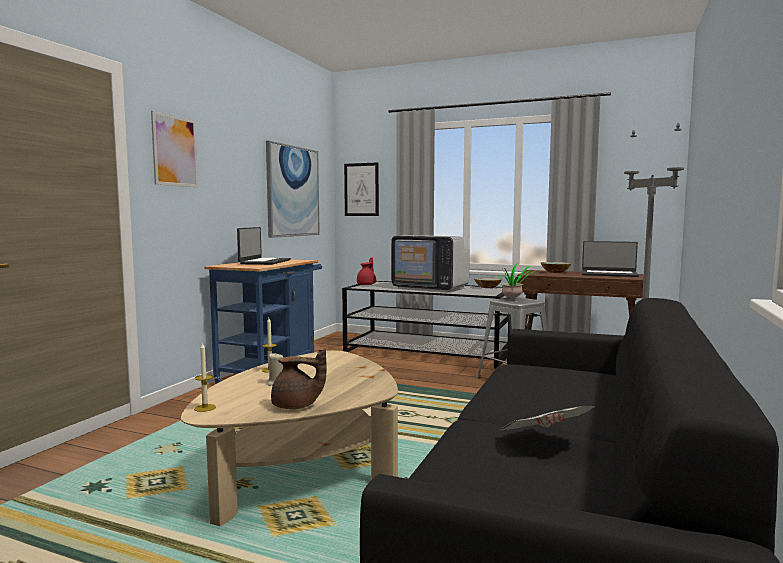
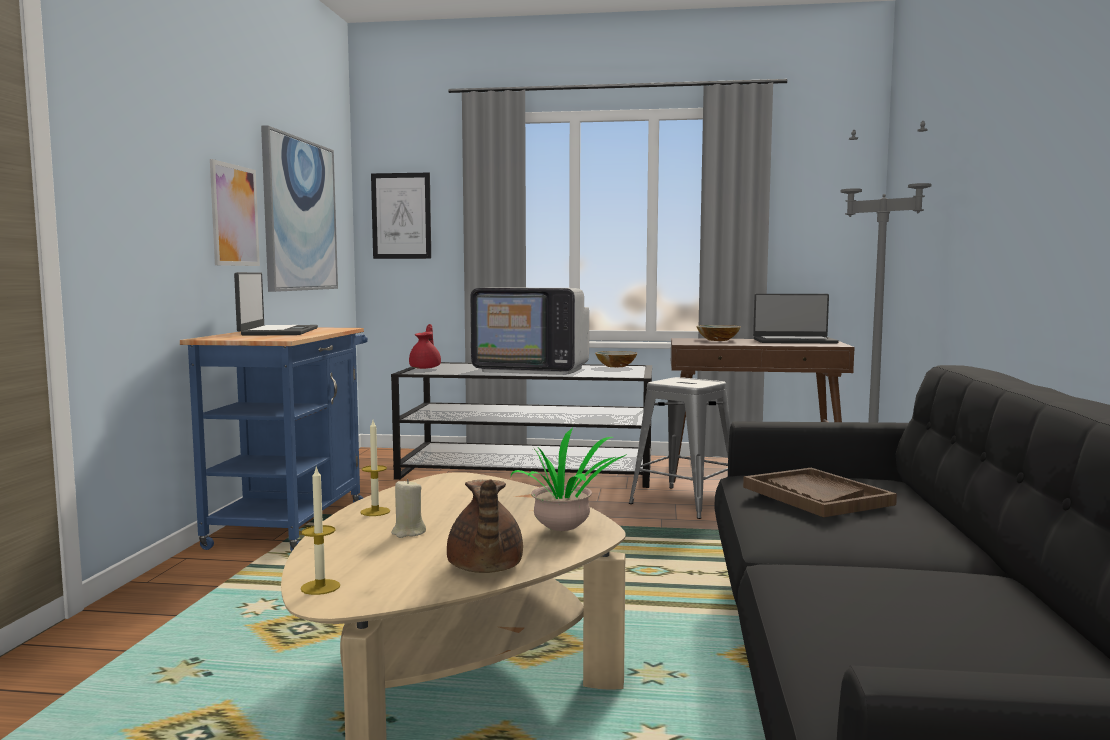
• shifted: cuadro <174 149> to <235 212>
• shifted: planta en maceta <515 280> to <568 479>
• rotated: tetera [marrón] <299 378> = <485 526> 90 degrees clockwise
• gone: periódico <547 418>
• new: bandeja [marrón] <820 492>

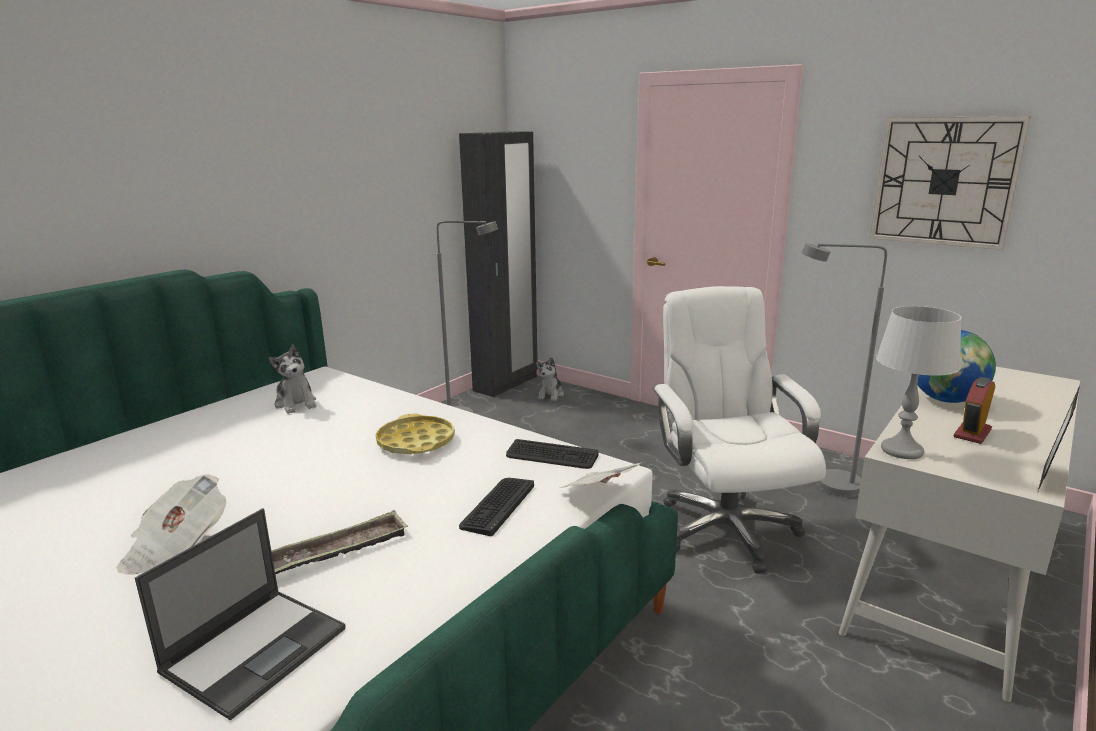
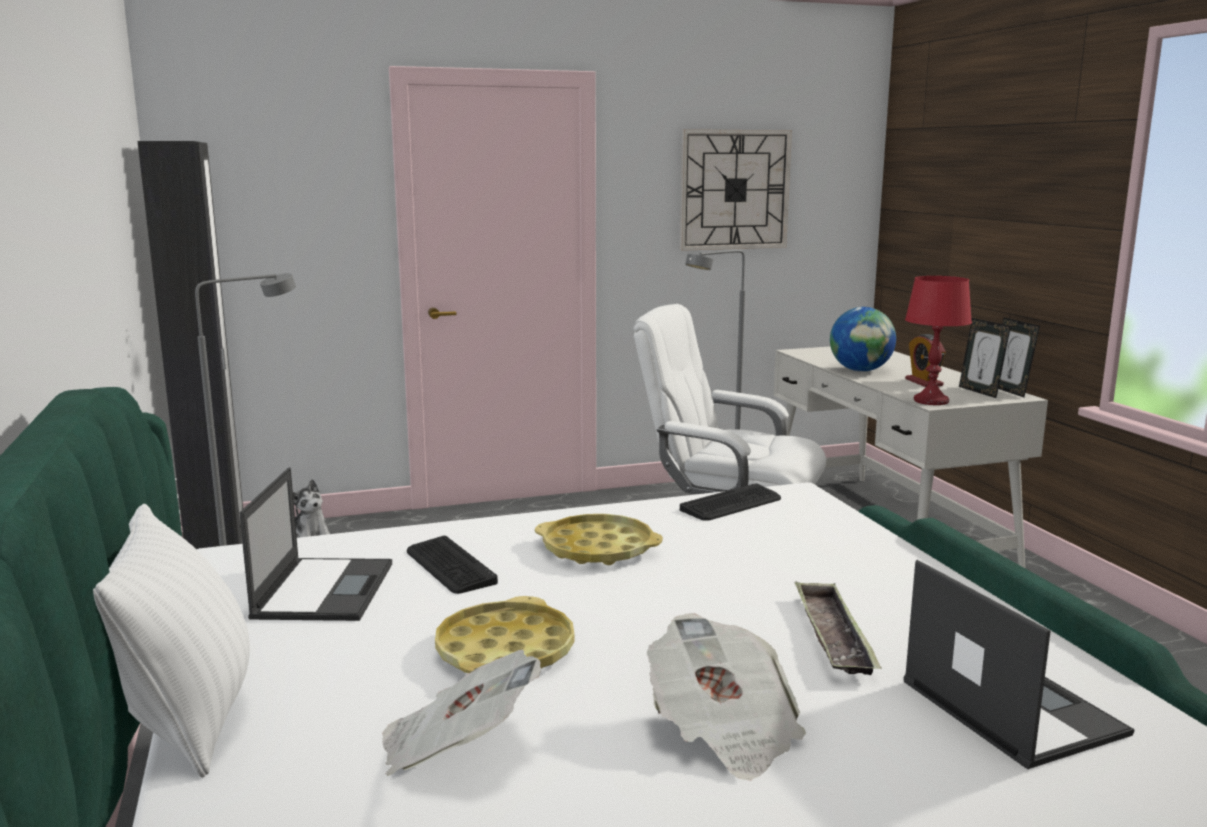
• repainted: lámpara de mesa [gris] <919 382> to lámpara de mesa [rojo] <938 340>
• swapped: peluche <293 379> to portátil <315 544>
• shifted: periódico <601 475> to <461 713>
• shifted: teclado <496 507> to <452 565>
• new: portarretratos <985 358>
• new: cojín [blanco] <171 641>
• new: bandeja [amarillo] <505 634>

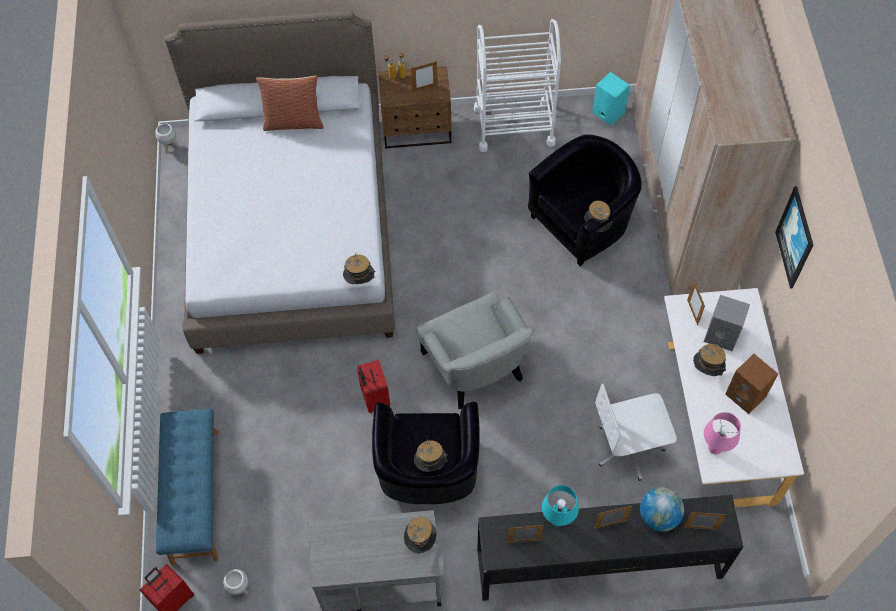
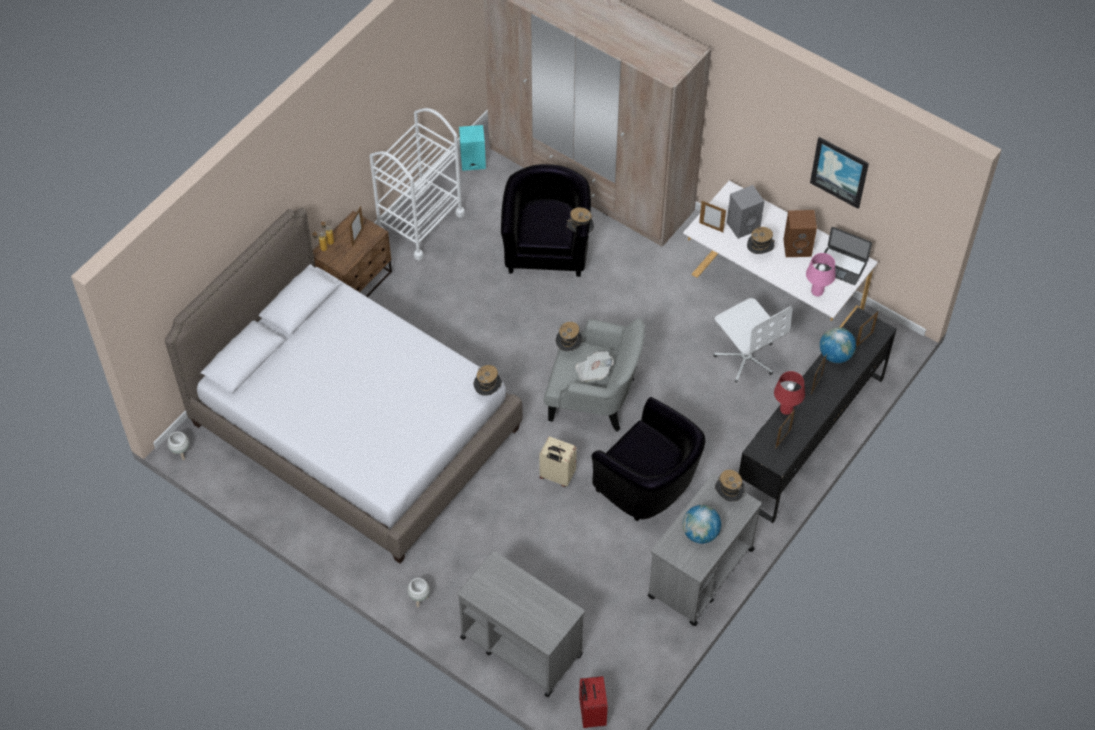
• gone: cojín <290 103>
• shifted: cuadro <794 237> to <839 173>
• repainted: maleta [rojo] <373 386> to maleta [beis] <558 462>
• rotated: silla de oficina [blanco] <636 432> = <753 340> 60 degrees counterclockwise
• swapped: banco [azul] <187 487> to carrito [gris] <521 624>
• shifted: sombrero <431 455> to <569 336>
• repainted: lámpara de mesa [turquesa] <560 506> to lámpara de mesa [rojo] <789 393>
• shifted: maceta [blanco] <235 582> to <418 592>
• new: portátil <844 256>
• new: periódico <594 366>
• new: globo terráqueo <702 524>

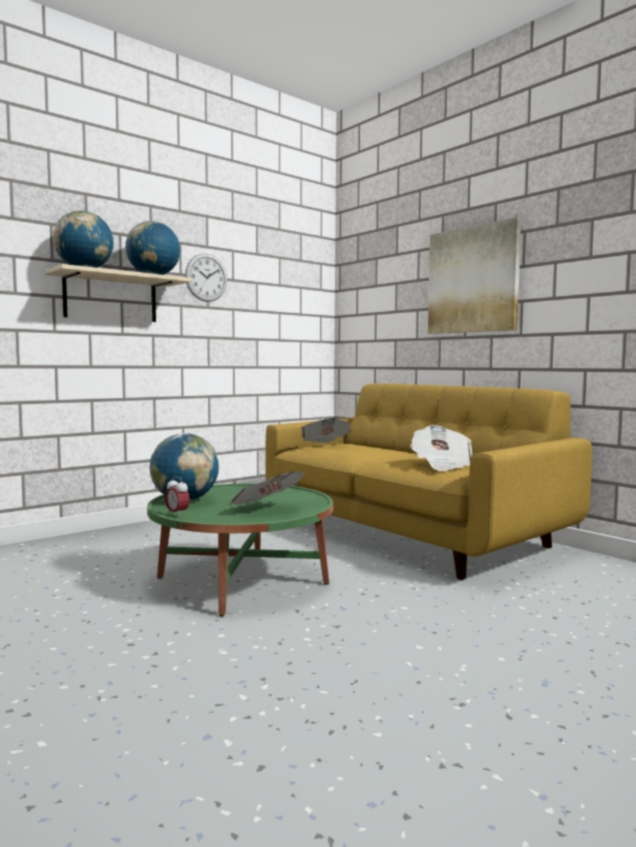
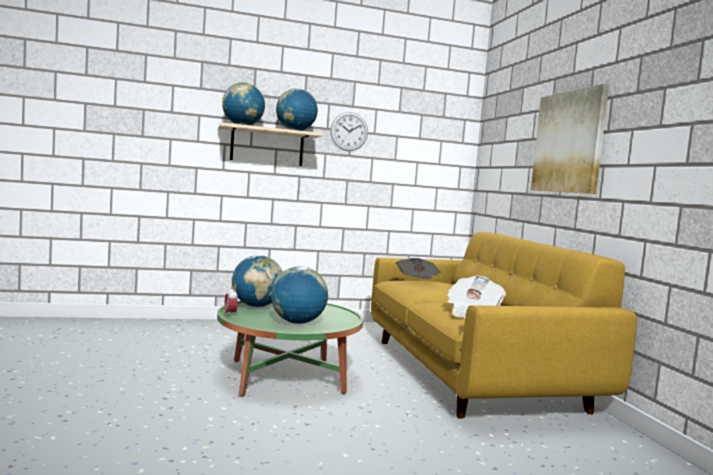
• swapped: periódico <266 488> to globo terráqueo <299 295>

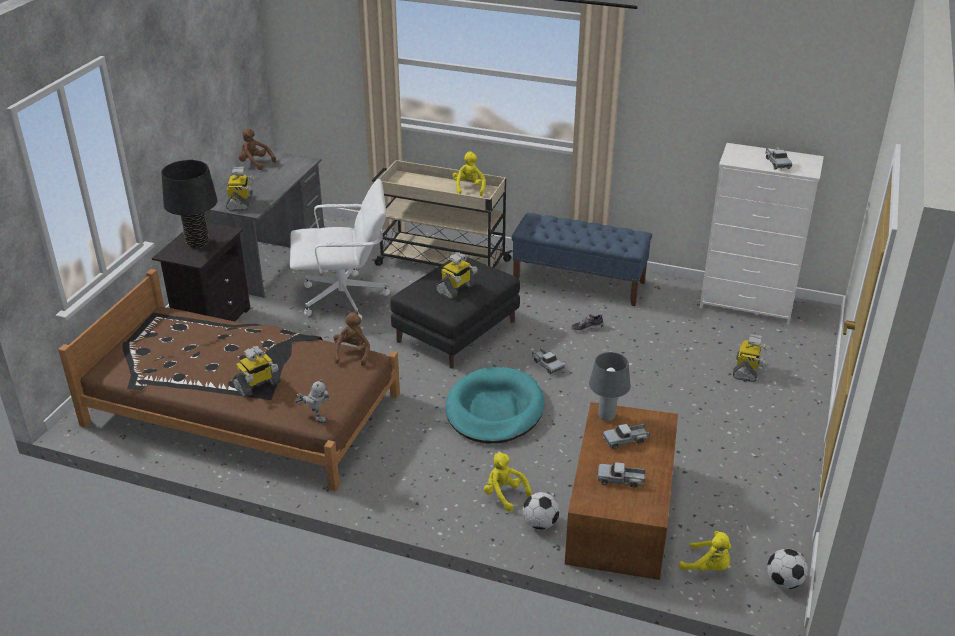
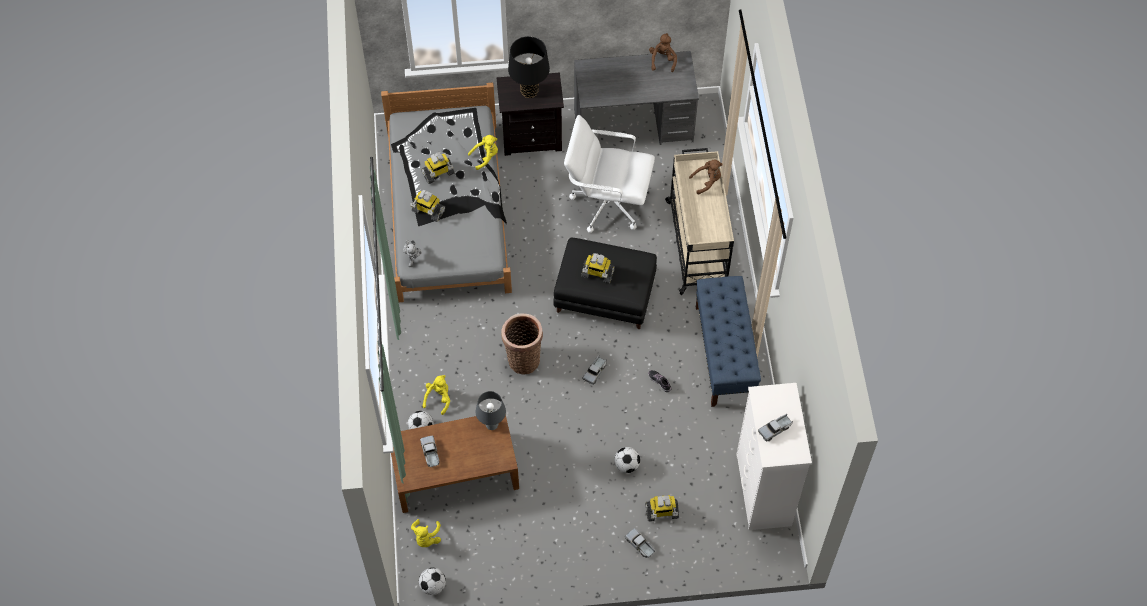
• shifted: peluche [amarillo] <469 173> to <483 152>
• shifted: robot de juguete <240 189> to <438 168>
• rotated: silla de oficina [blanco] <340 249> = <609 174> 135 degrees clockwise
• repainted: cama [marrón] <229 380> to cama [gris] <446 192>
• shifted: peluche [marrón] <351 339> to <705 176>
• swapped: cama para perro [turquesa] <495 405> to cesta <522 343>
• shifted: camión de juguete <626 436> to <640 543>
• new: balón de fútbol <627 460>

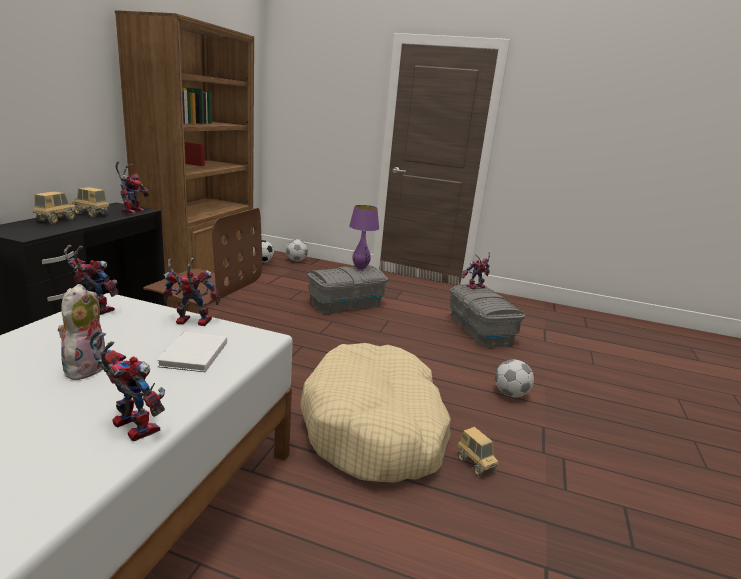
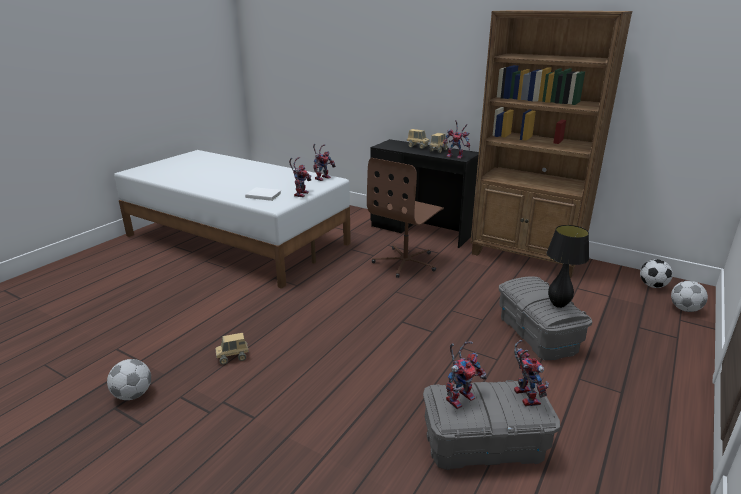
• repainted: lámpara de mesa [morado] <364 237> to lámpara de mesa [negro] <568 266>
• gone: peluche <81 332>
• shifted: robot de juguete <128 387> to <466 375>
• gone: cama para perro [beis] <375 413>
• shifted: balón de fútbol <514 378> to <129 379>

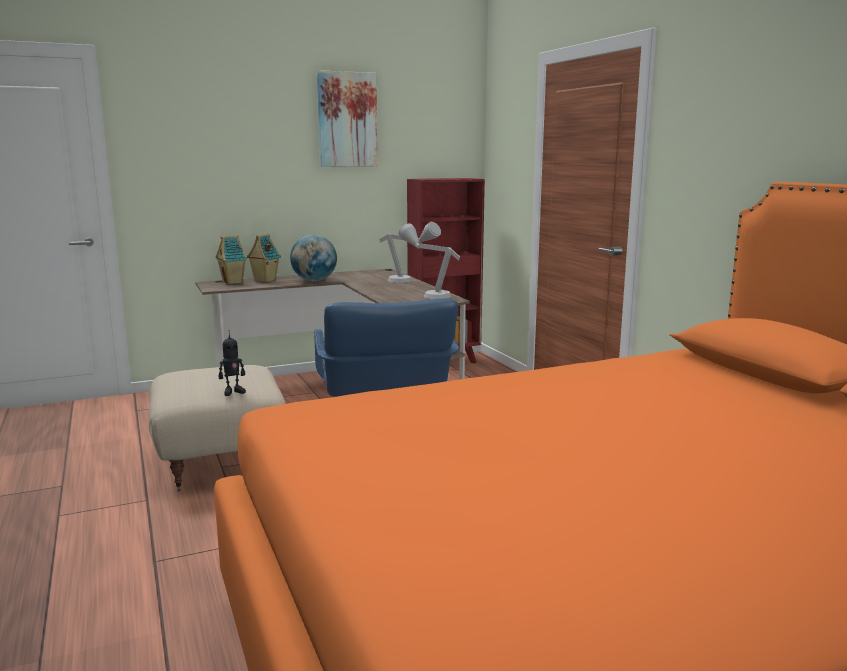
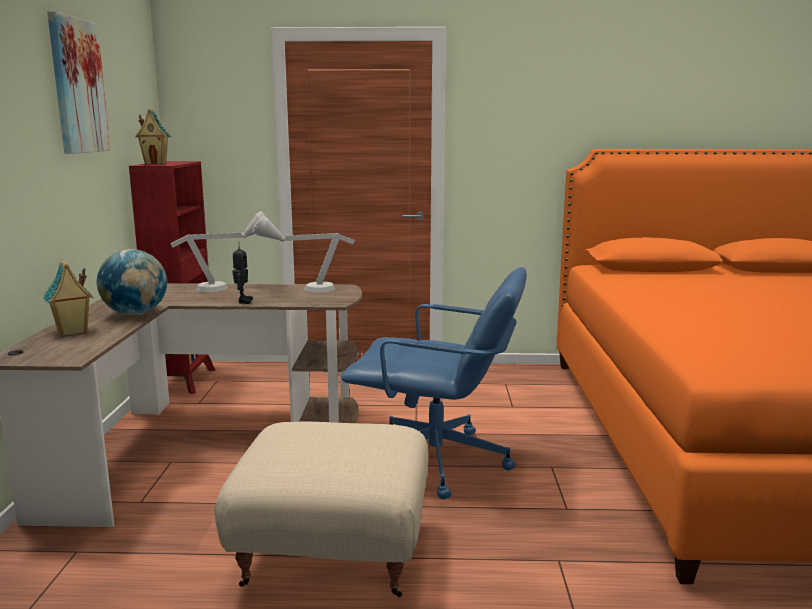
• shifted: casita <231 259> to <153 137>
• shifted: robot de juguete <232 363> to <242 275>

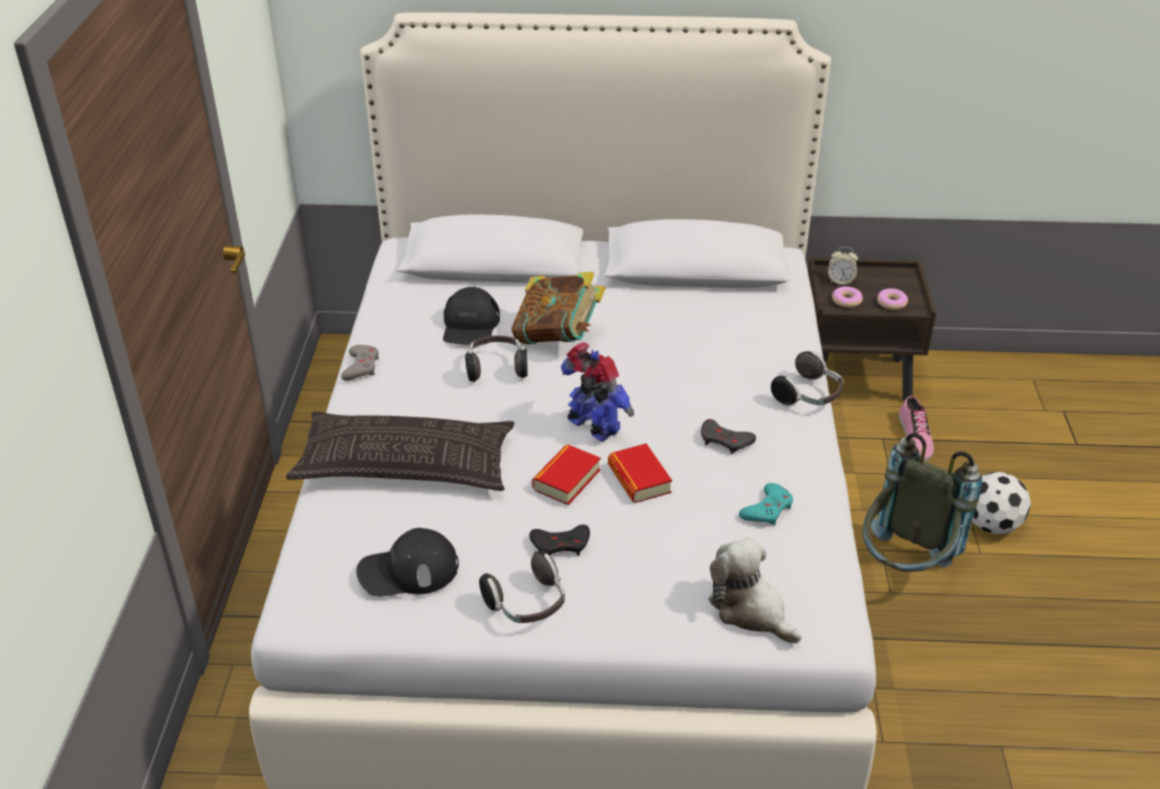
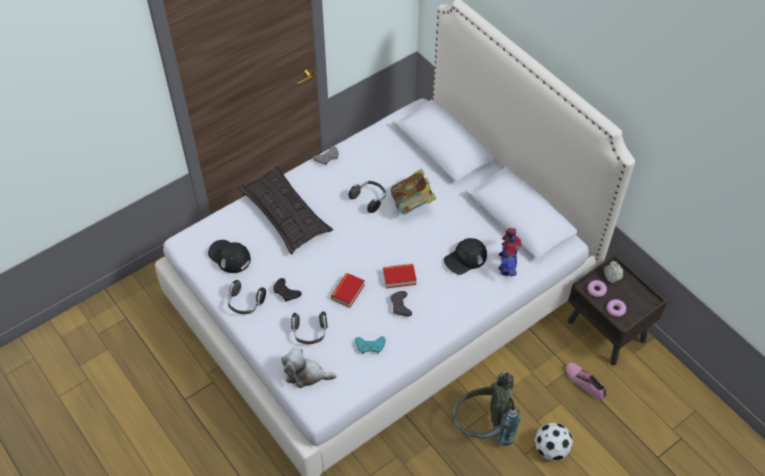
• shifted: gorra [negro] <471 316> to <465 256>
• shifted: robot de juguete <597 392> to <510 252>
• shifted: auriculares <807 378> to <309 327>
• rotated: zapato <916 428> = <586 381> 90 degrees clockwise
• shifted: libro <566 474> to <400 276>
• rotated: peluche <755 590> = <309 368> 90 degrees counterclockwise

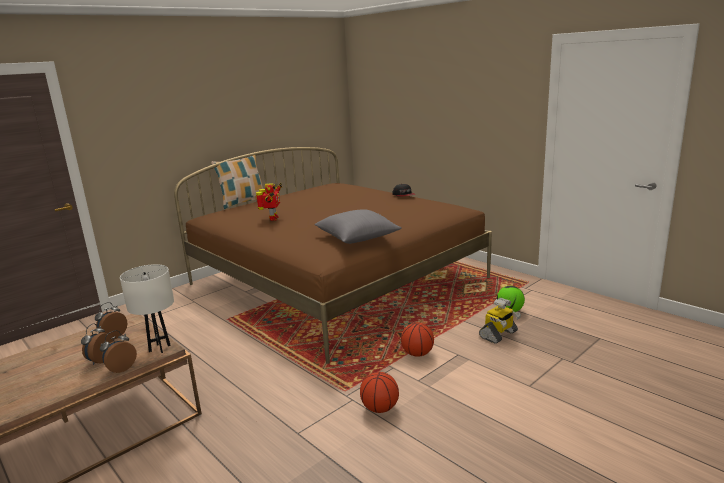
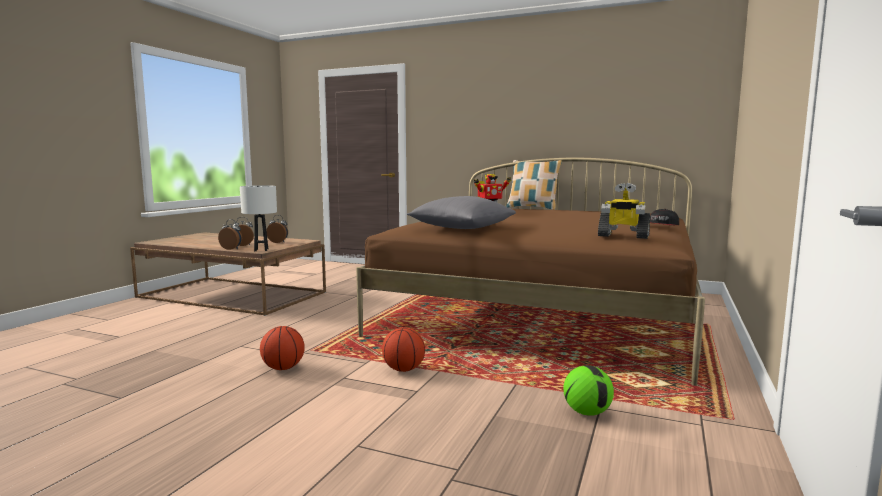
• shifted: robot de juguete <500 321> to <624 211>

